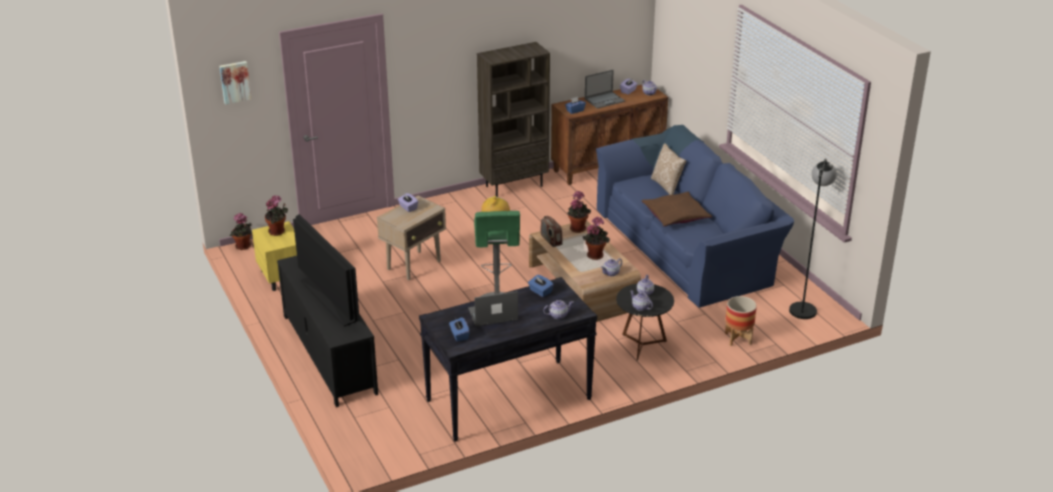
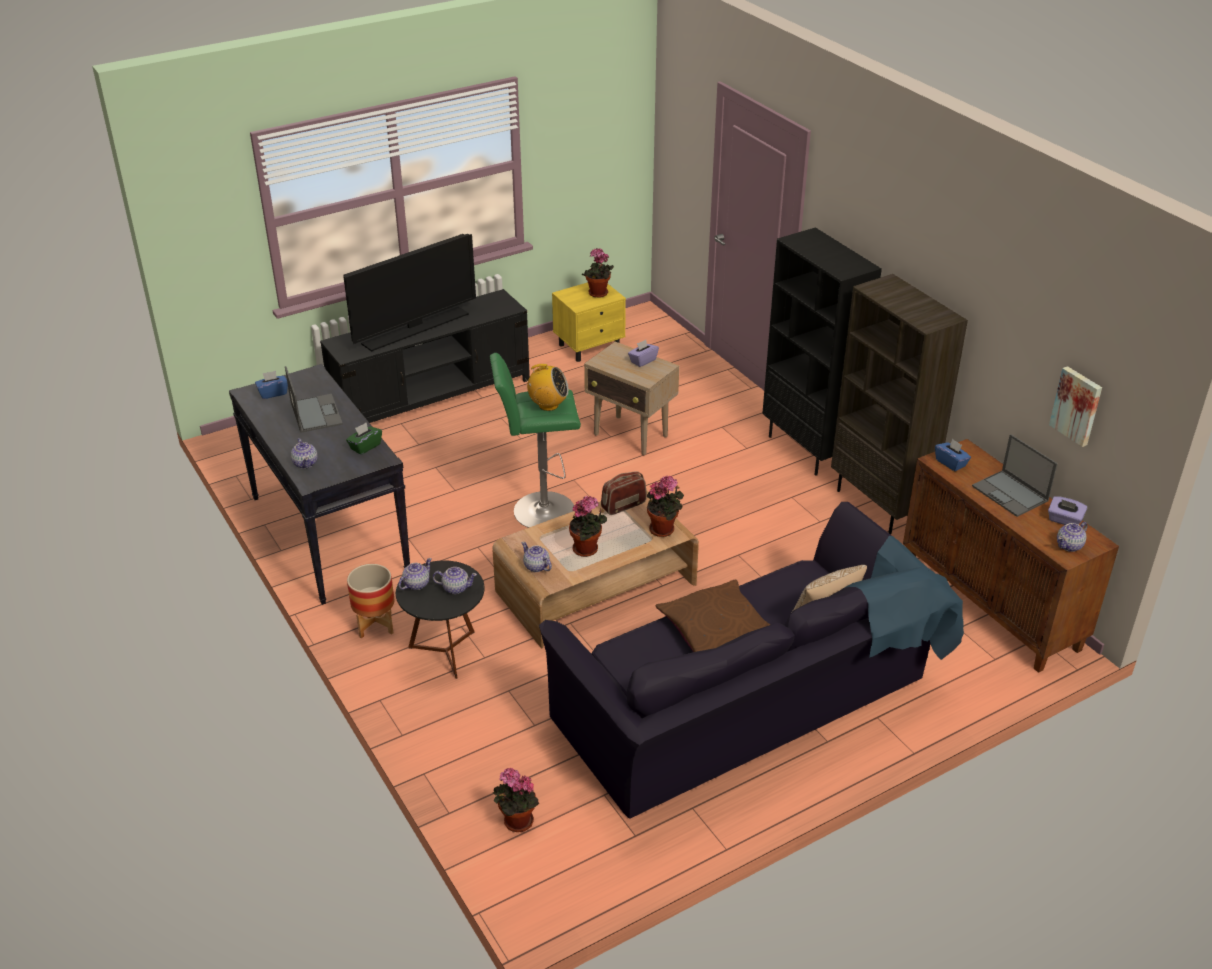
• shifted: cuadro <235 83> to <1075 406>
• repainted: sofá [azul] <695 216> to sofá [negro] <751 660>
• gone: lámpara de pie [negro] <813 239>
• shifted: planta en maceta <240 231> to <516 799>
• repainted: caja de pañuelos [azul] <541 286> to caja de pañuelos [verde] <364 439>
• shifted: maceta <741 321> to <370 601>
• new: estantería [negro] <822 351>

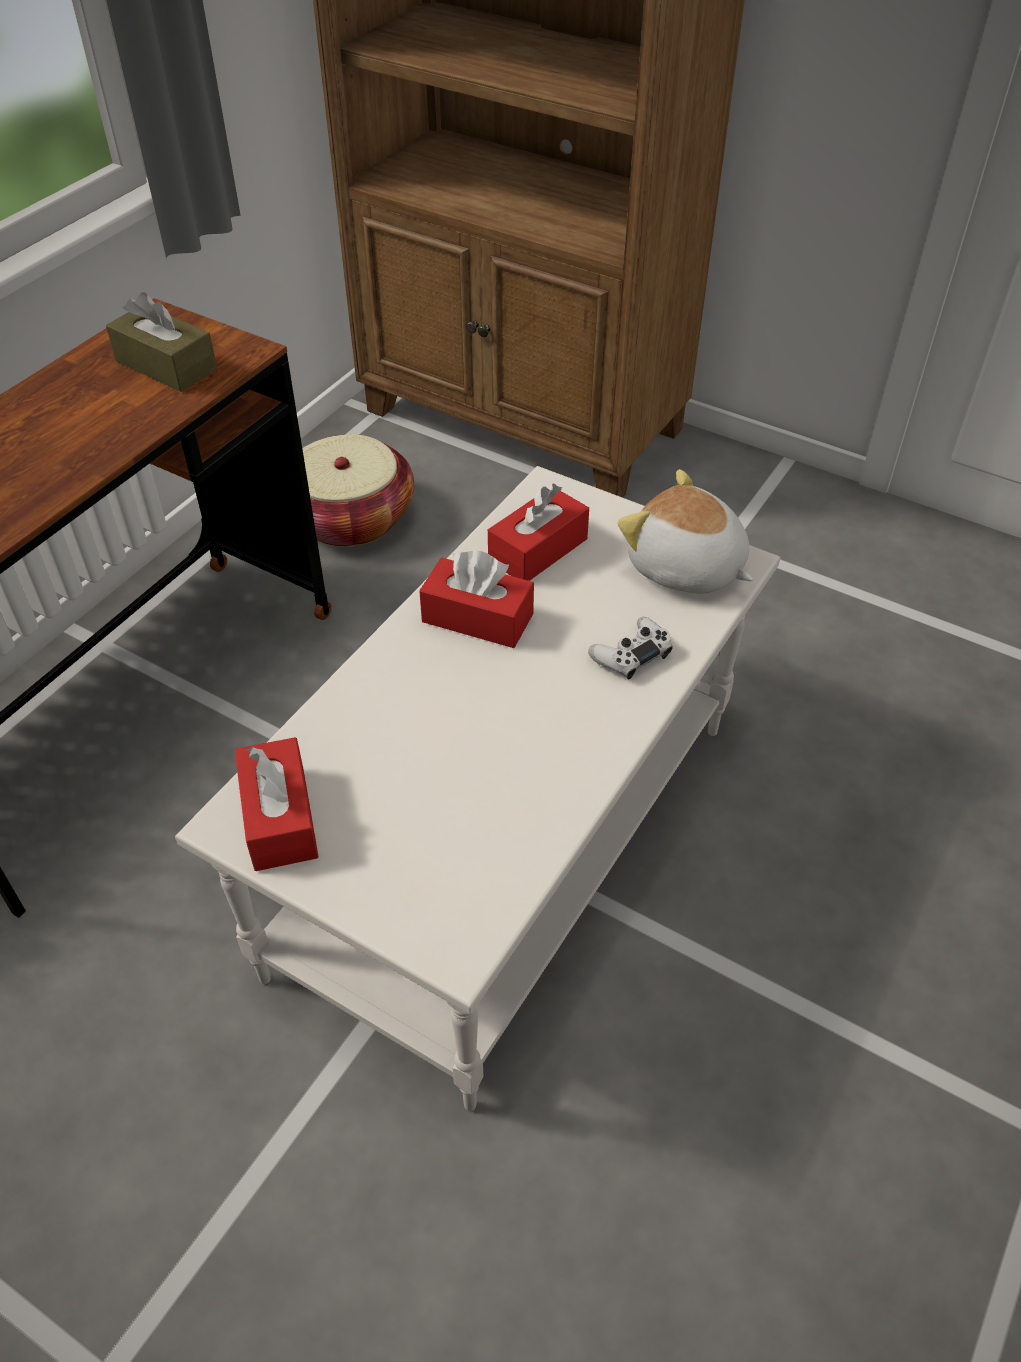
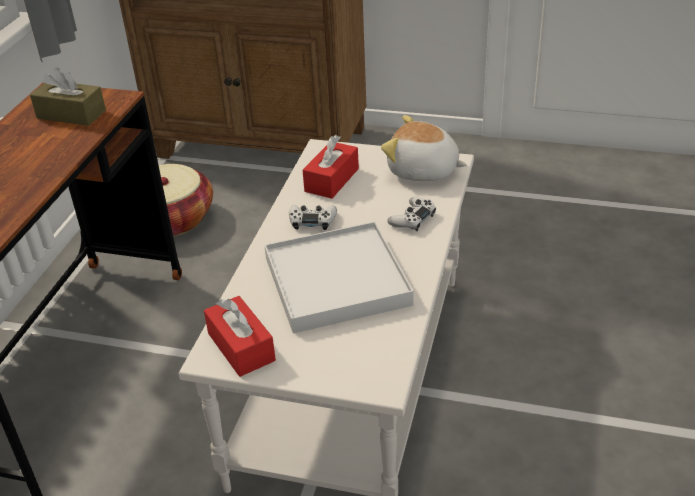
• swapped: caja de pañuelos [rojo] <476 599> to mando de consola [blanco] <313 217>
• new: bandeja [blanco] <338 277>

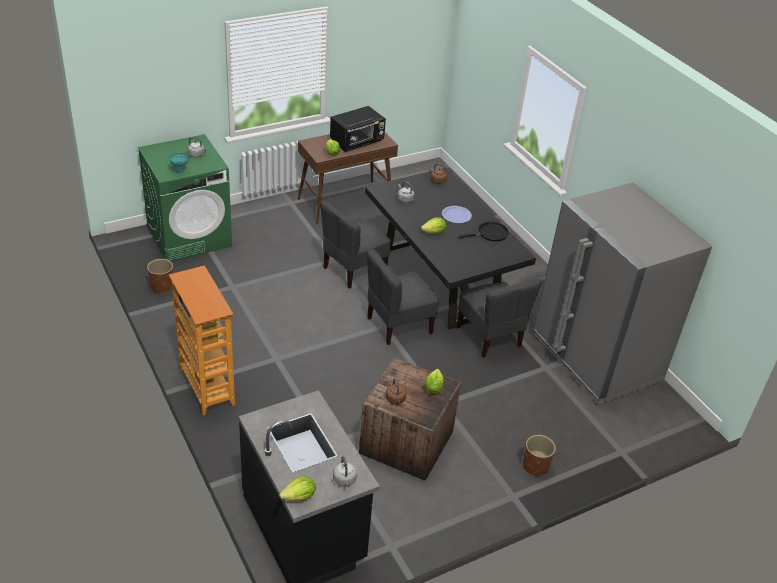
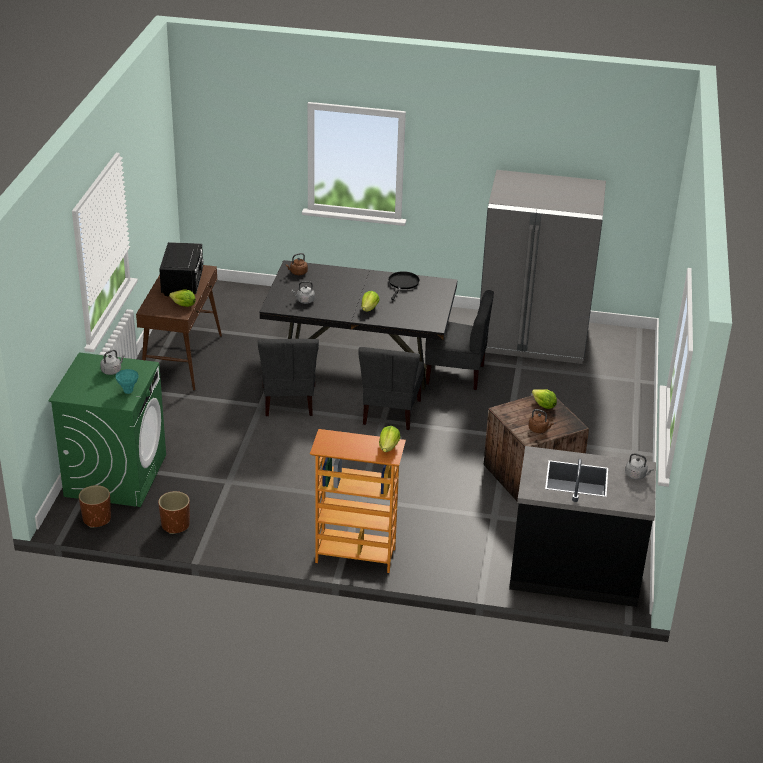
• gone: plato <457 214>
• shifted: maceta [marrón] <539 455> to <95 506>
• shifted: lechuga <297 488> to <390 439>

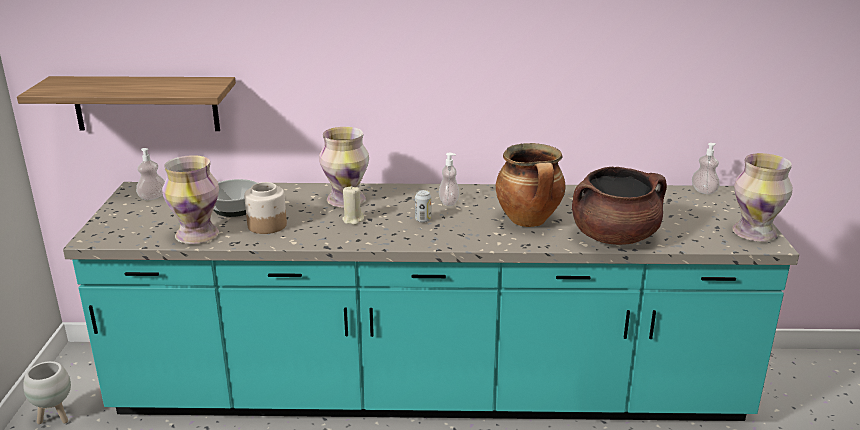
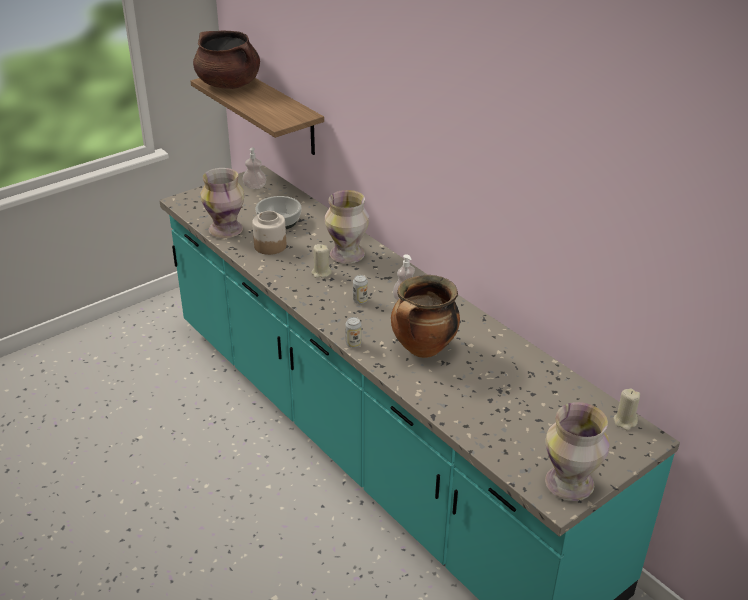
• swapped: dispensador de jabón <705 169> to vela [beis] <626 409>
• shifted: olla [marrón] <619 205> to <226 60>
• gone: maceta [blanco] <47 392>
• new: lata <353 332>

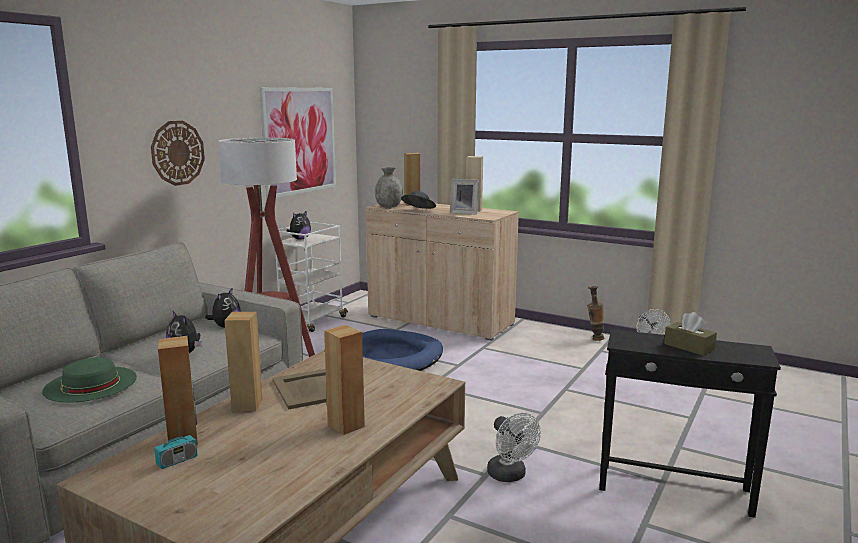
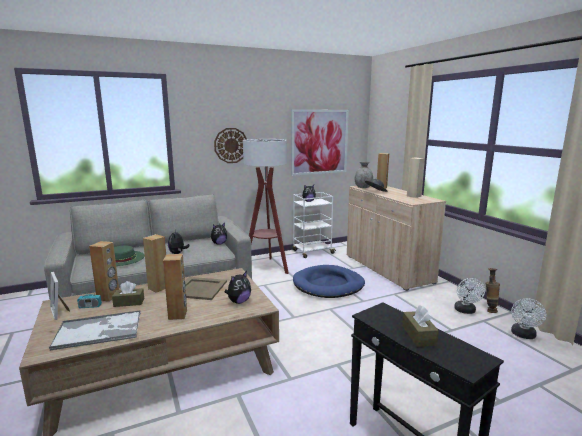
• shifted: portarretratos <464 197> to <60 296>
• shifted: ventilador [blanco] <514 447> to <469 296>
• new: peluche <238 287>
• new: caja de pañuelos [marrón] <128 294>
• new: bandeja <95 330>

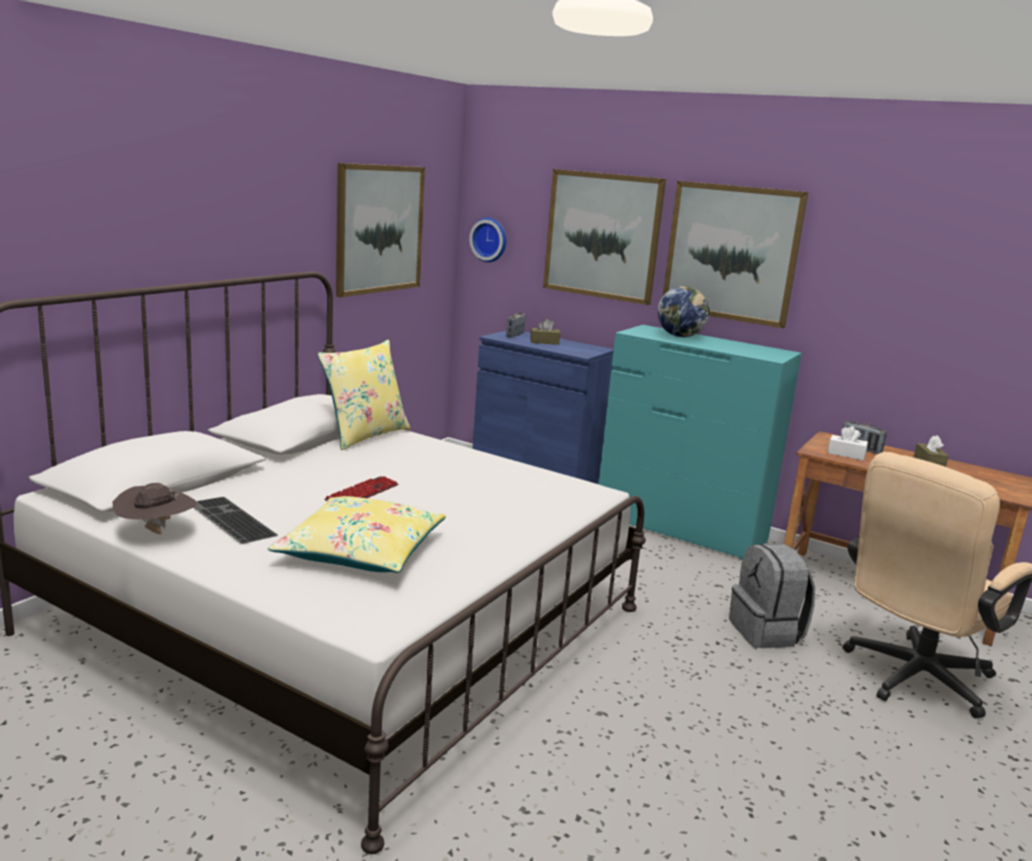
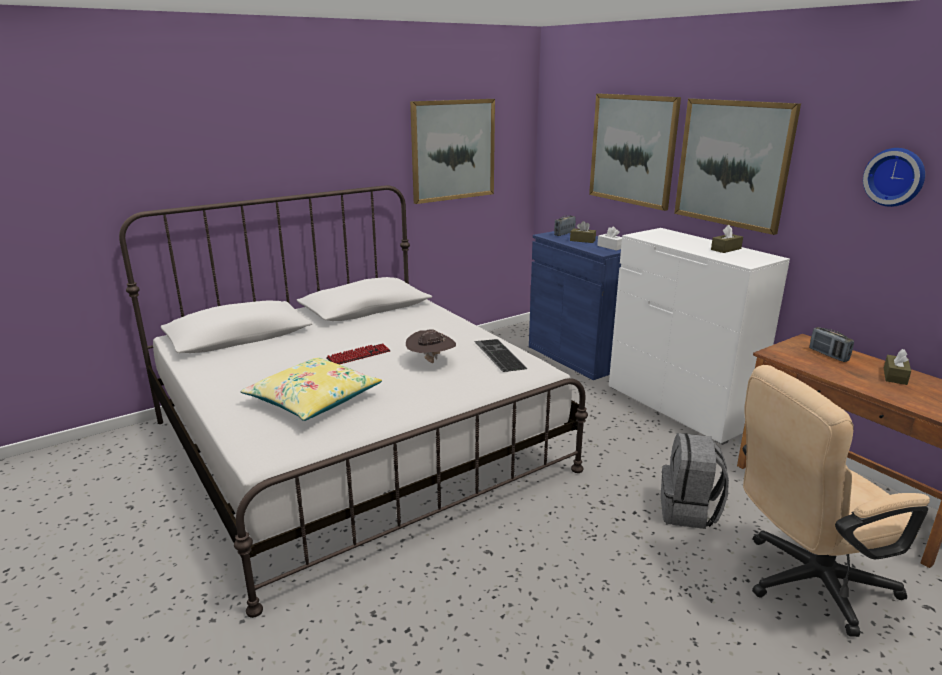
• shifted: reloj de pared <487 240> to <894 177>
• gone: globo terráqueo <684 311>
• repainted: cómoda [turquesa] <700 442> to cómoda [blanco] <699 336>
• gone: cojín [amarillo] <363 395>
• shifted: caja de pañuelos [blanco] <848 443> to <609 238>
• shifted: sombrero [marrón] <155 508> to <431 346>
• shifted: teclado <235 520> to <501 355>
• new: caja de pañuelos [marrón] <727 239>

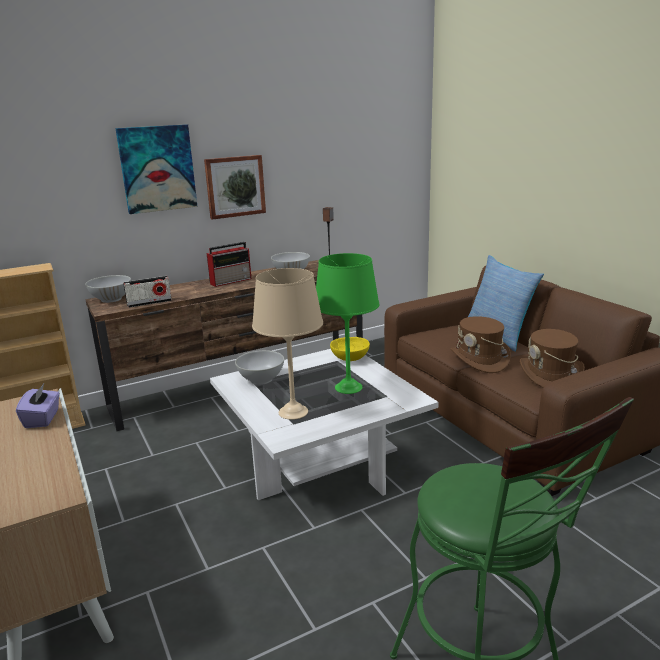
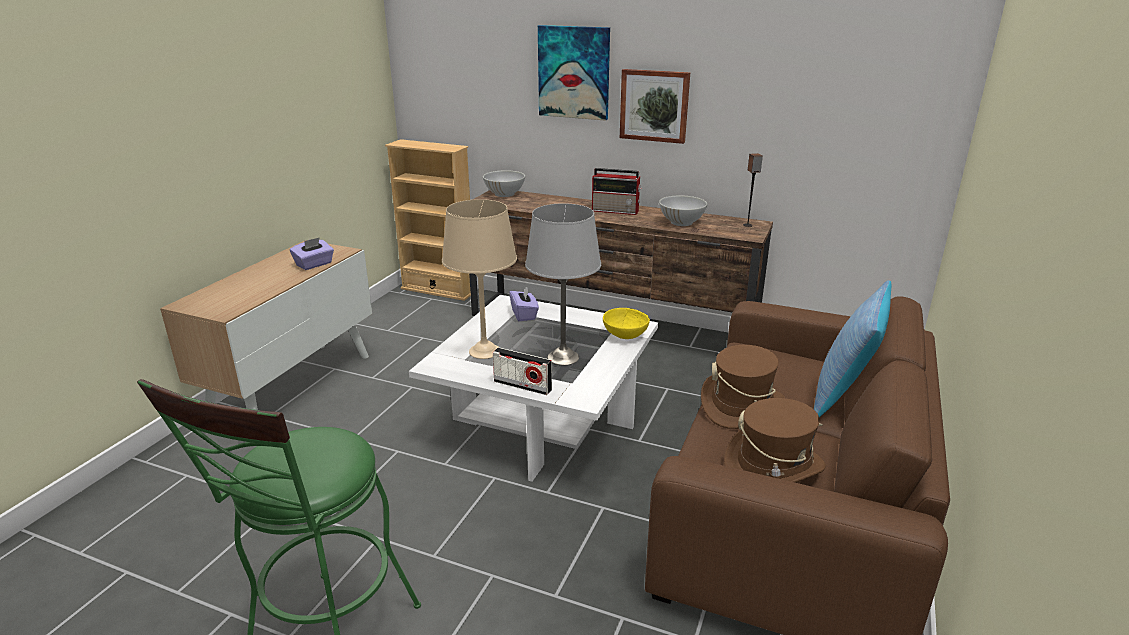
• repainted: lámpara de mesa [verde] <347 323> to lámpara de mesa [gris] <563 284>
• shifted: radio <147 292> to <522 371>
• swapped: cuenco [blanco] <259 367> to caja de pañuelos [morado] <524 303>

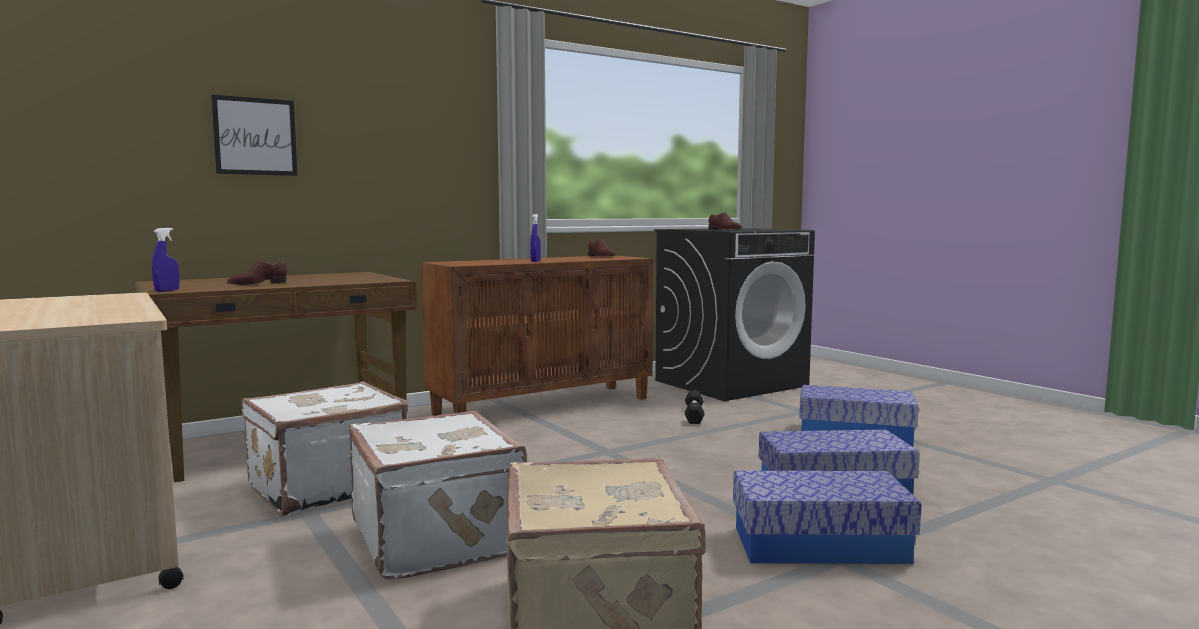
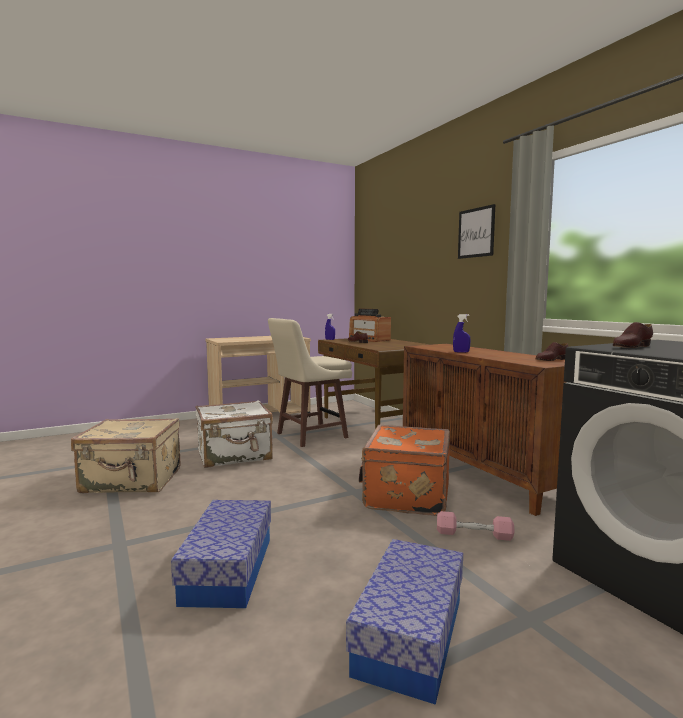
• shifted: cuadro <254 135> to <476 231>
• swapped: maleta [blanco] <325 448> to taburete [beis] <310 382>
• repainted: mancuerna [negro] <695 407> to mancuerna [rosa] <475 526>
• gone: caja de almacenaje <827 517>
• new: radio <370 325>
• new: maleta [naranja] <404 470>

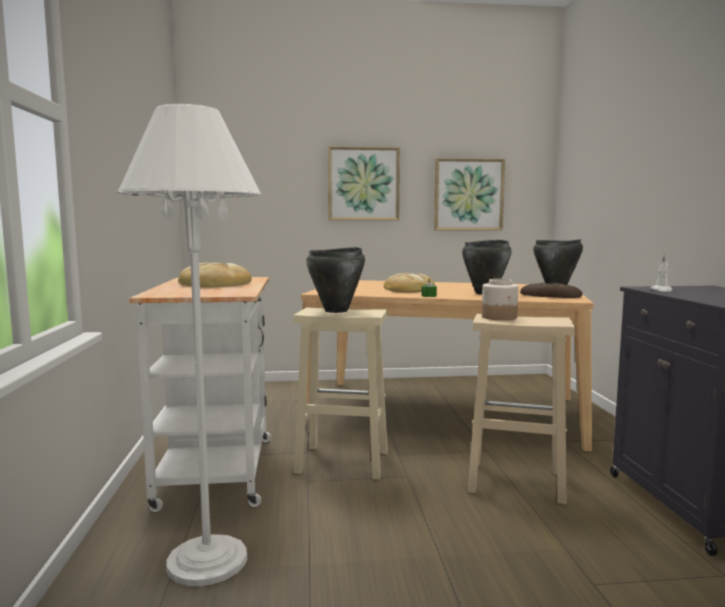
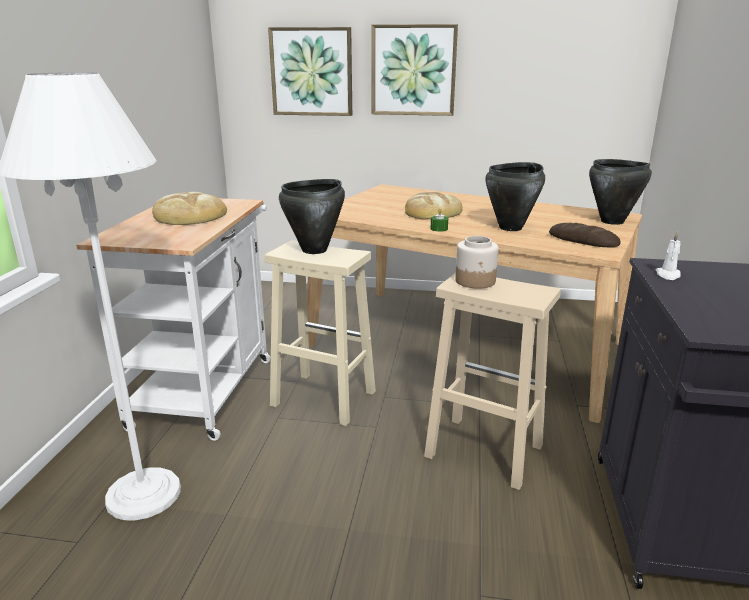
• shifted: cuadro <469 194> to <310 71>

